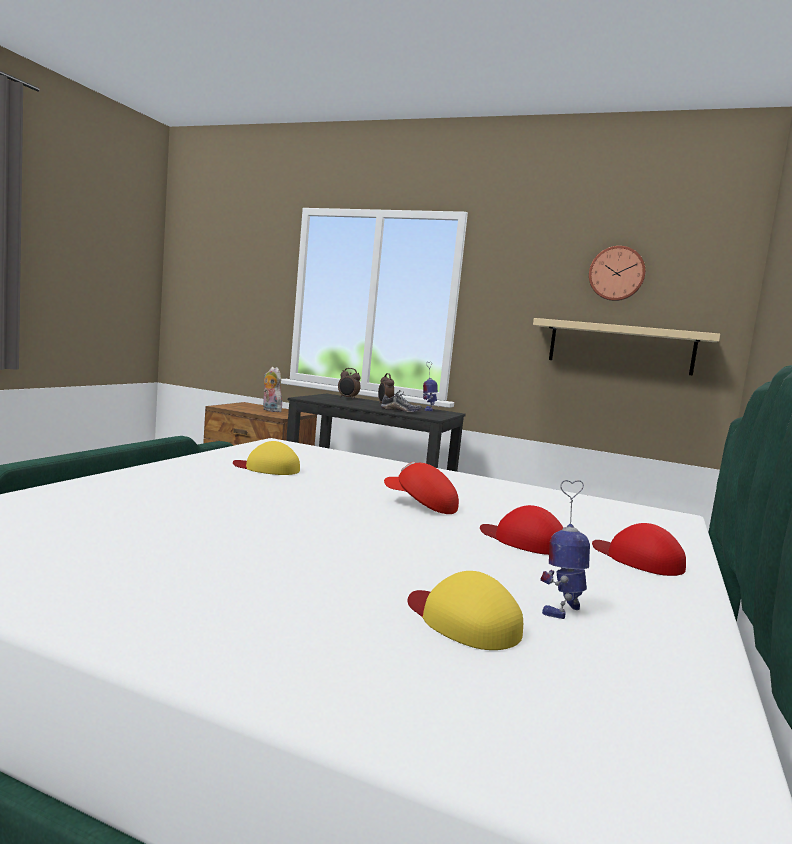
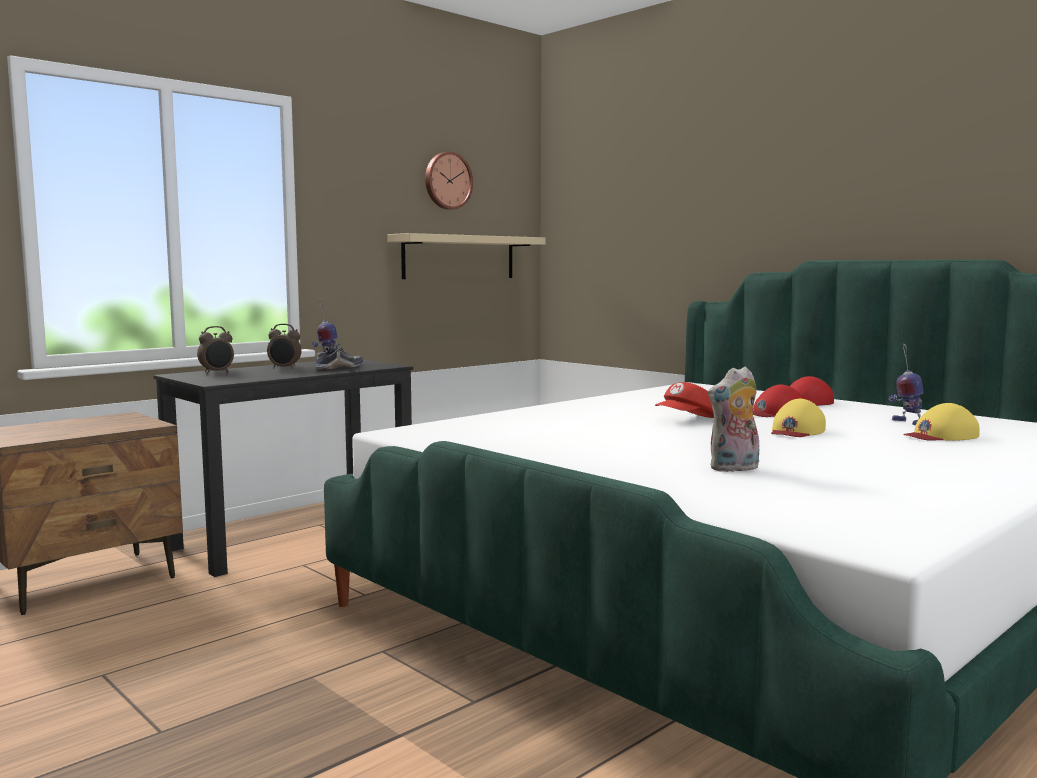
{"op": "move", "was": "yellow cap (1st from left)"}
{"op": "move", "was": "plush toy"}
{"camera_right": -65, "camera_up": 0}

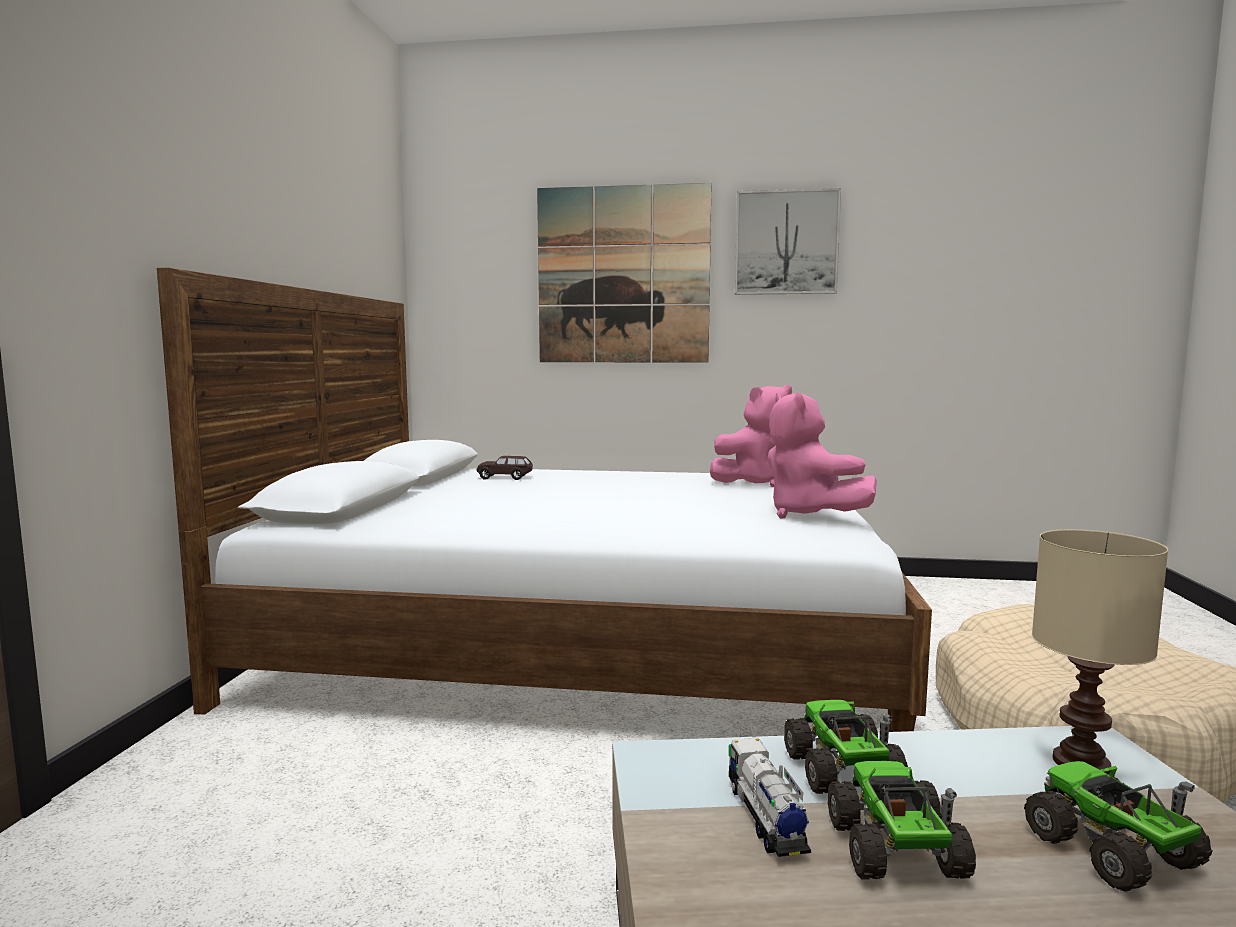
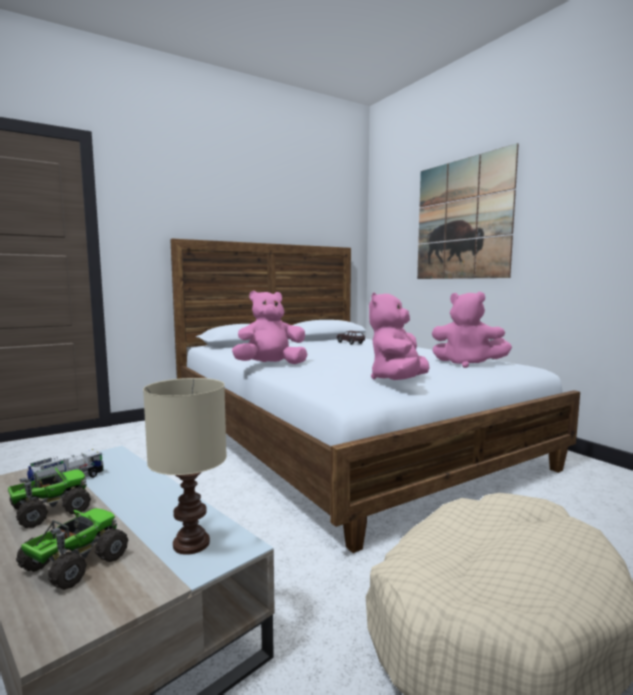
{"op": "delete", "was": "picture (2nd from left)"}
{"op": "delete", "was": "toy truck (2nd from left)"}
{"op": "insert", "now": "pink plush toy (1st from left)"}
{"camera_right": 50, "camera_up": 0}

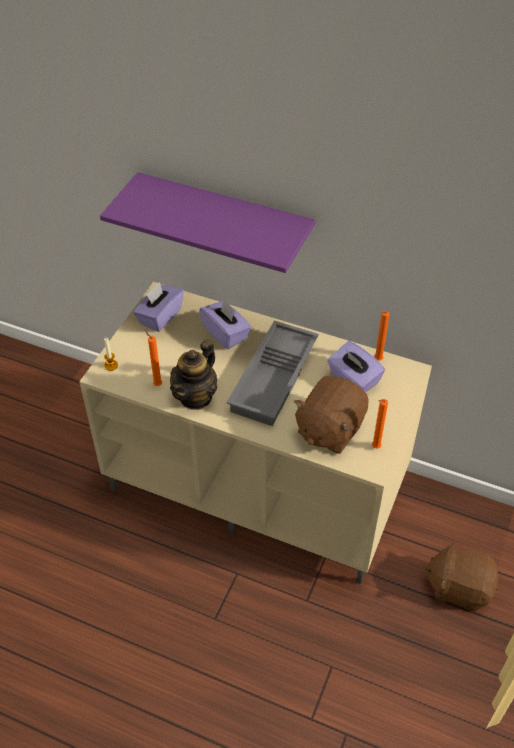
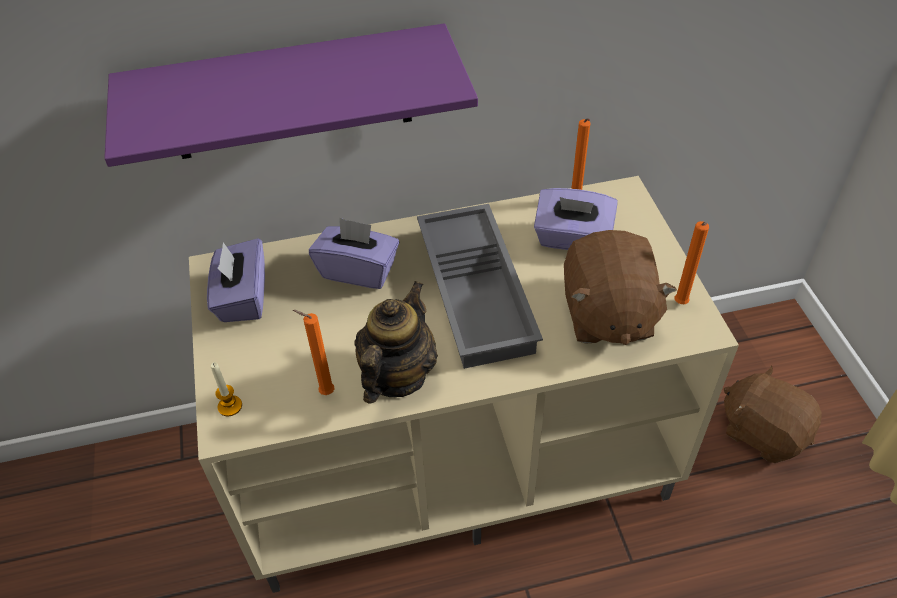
{"op": "rotate", "was": "teapot", "clockwise": -150}
{"op": "rotate", "was": "brown plush toy (2nd from left)", "clockwise": 60}
{"camera_right": -35, "camera_up": 0}

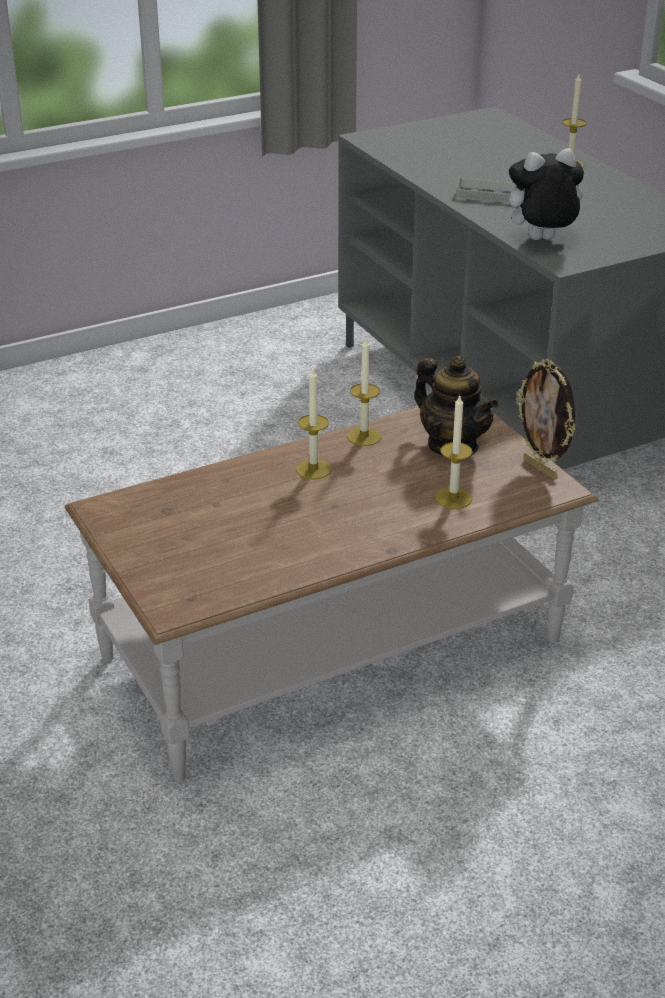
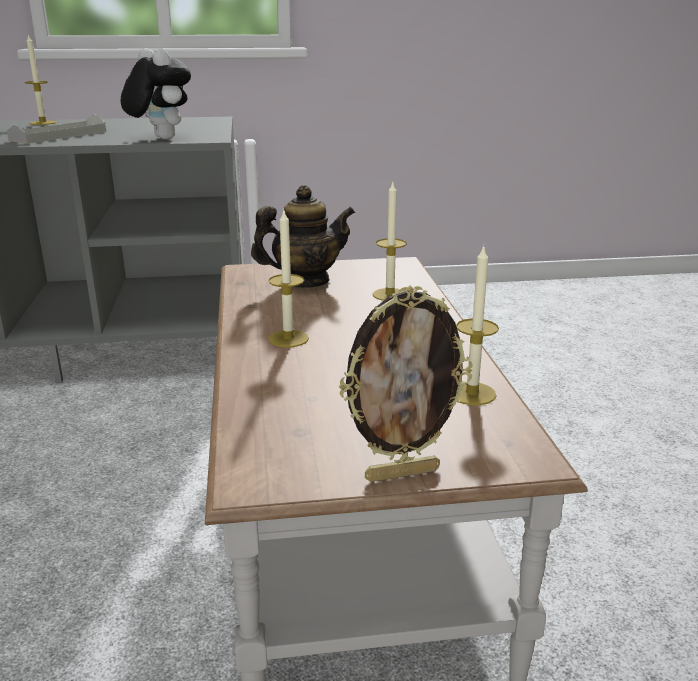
{"op": "move", "was": "candle (2nd from left in the first image)", "now": "candle (4th from left)"}
{"op": "rotate", "was": "plush toy", "clockwise": 135}
{"op": "move", "was": "picture frame"}
{"camera_right": -70, "camera_up": -10}

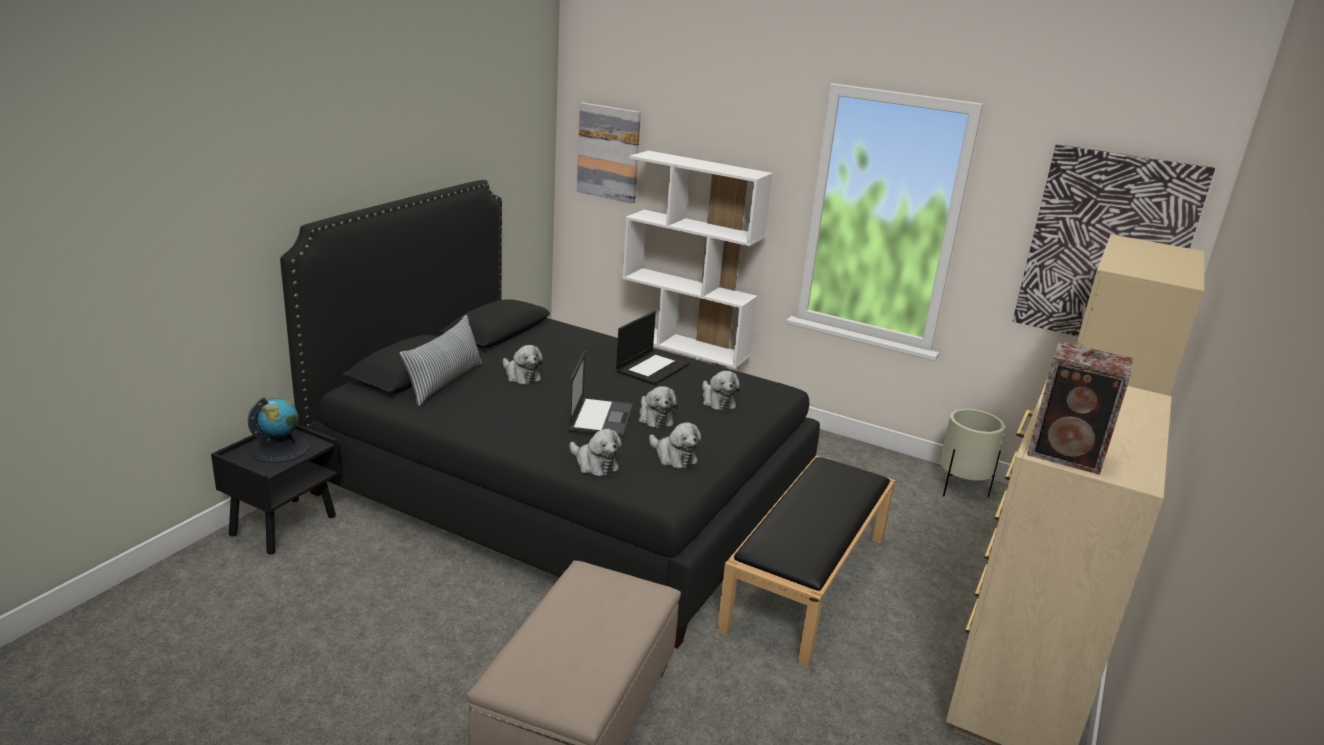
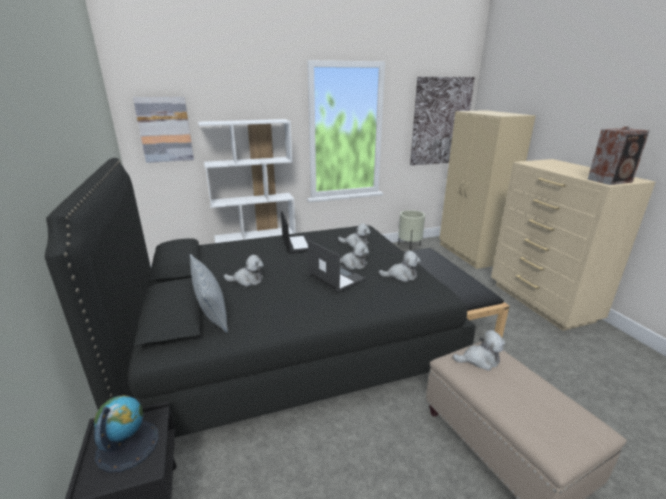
{"op": "move", "was": "plush toy (2nd from left in the first image)", "now": "plush toy (5th from left)"}
{"camera_right": -45, "camera_up": 0}

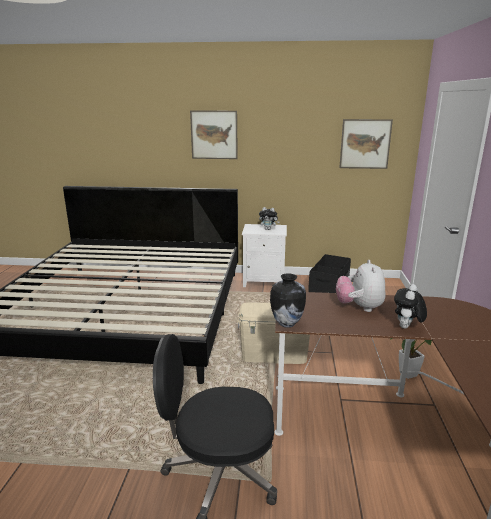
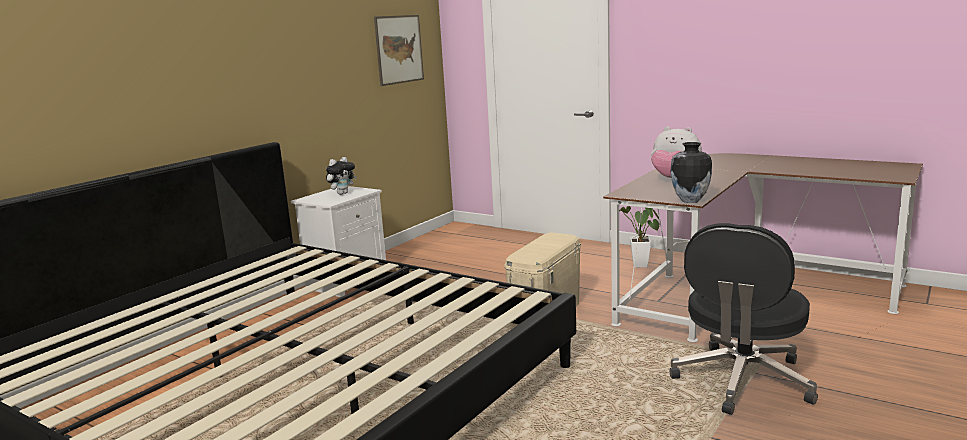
{"op": "delete", "was": "picture (1st from left)"}
{"op": "delete", "was": "black storage box"}
{"op": "delete", "was": "plush toy (3rd from left)"}
{"camera_right": -60, "camera_up": -5}

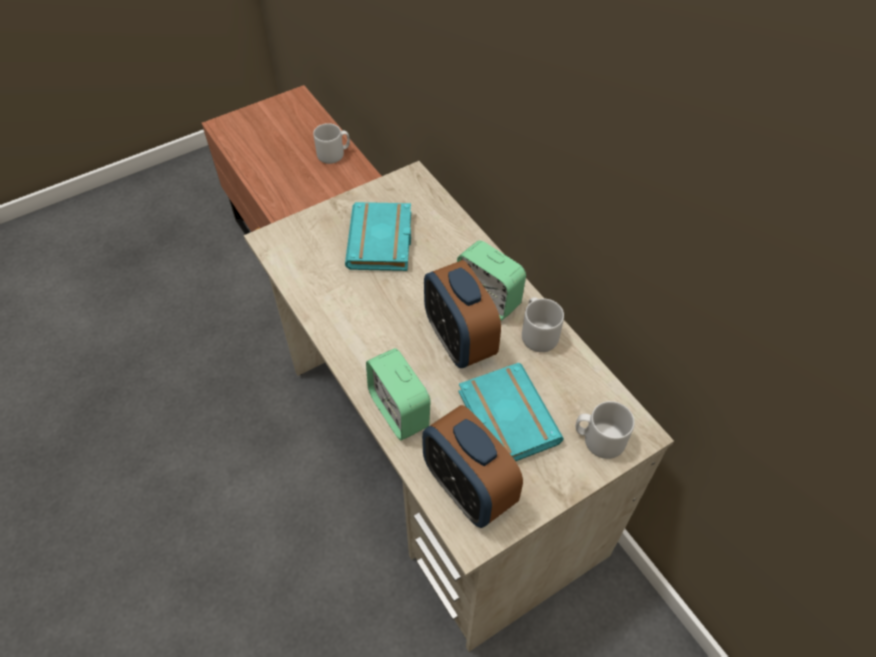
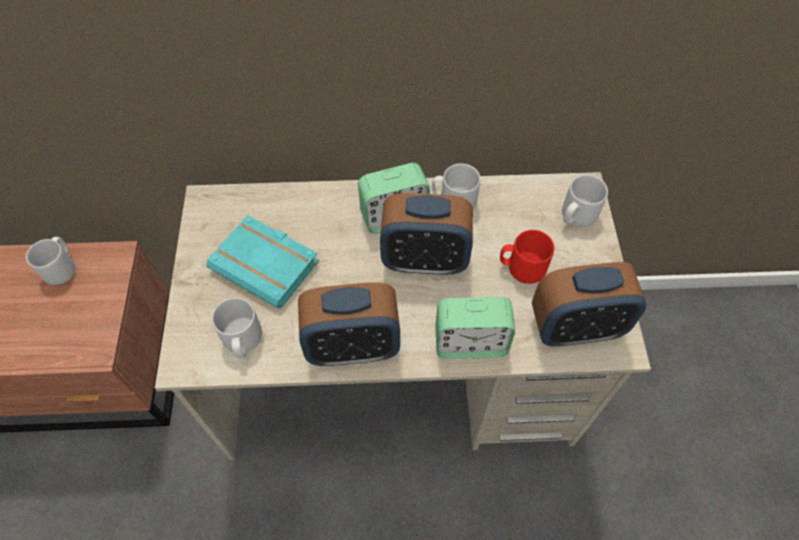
{"op": "replace", "was": "turquoise book (2nd from left)", "now": "red mug"}
{"op": "insert", "now": "grey mug (2nd from left)"}
{"op": "insert", "now": "alarm clock (1st from left)"}
{"camera_right": -60, "camera_up": 5}

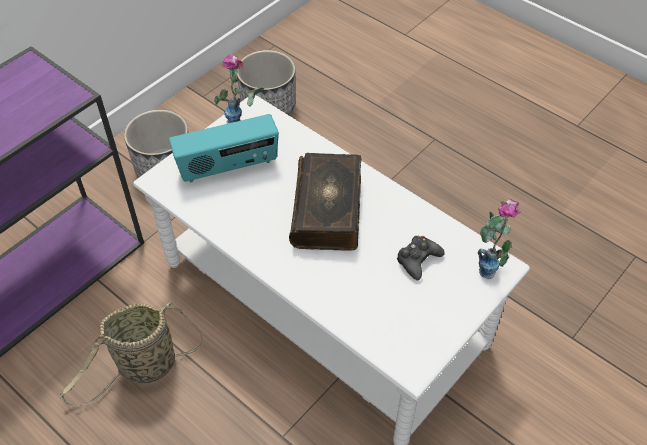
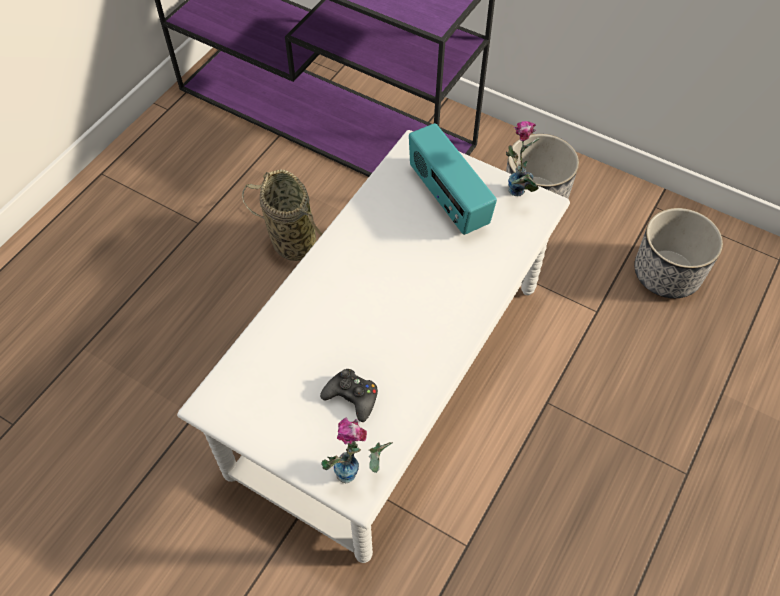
{"op": "delete", "was": "book"}
{"camera_right": 80, "camera_up": 5}

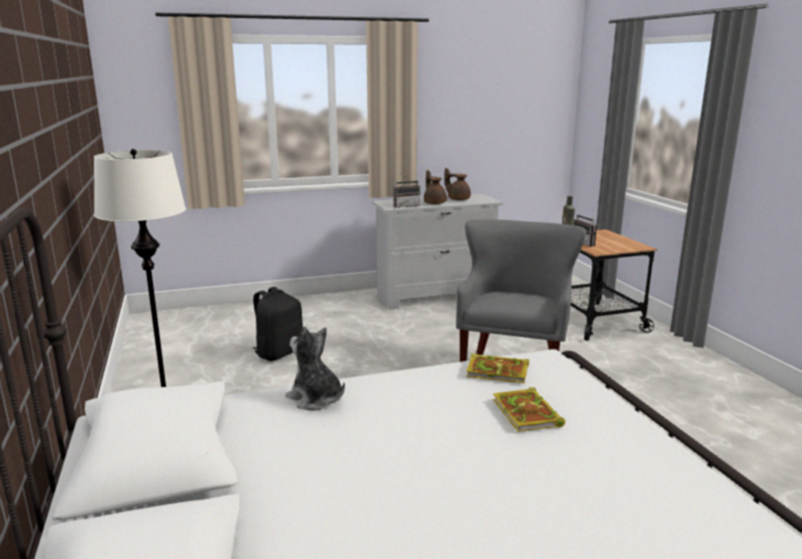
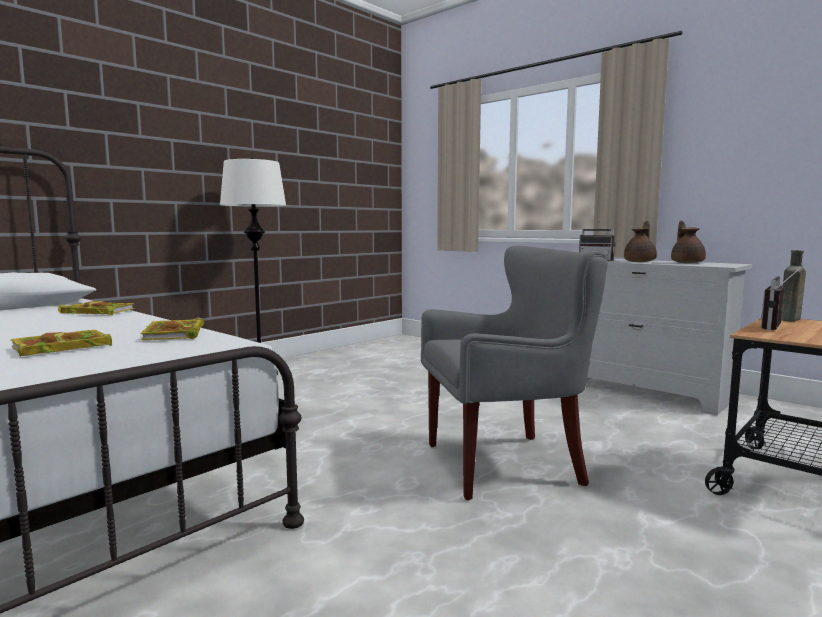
{"op": "delete", "was": "black backpack"}
{"op": "replace", "was": "plush toy", "now": "book (2nd from left)"}
{"camera_right": 60, "camera_up": -10}

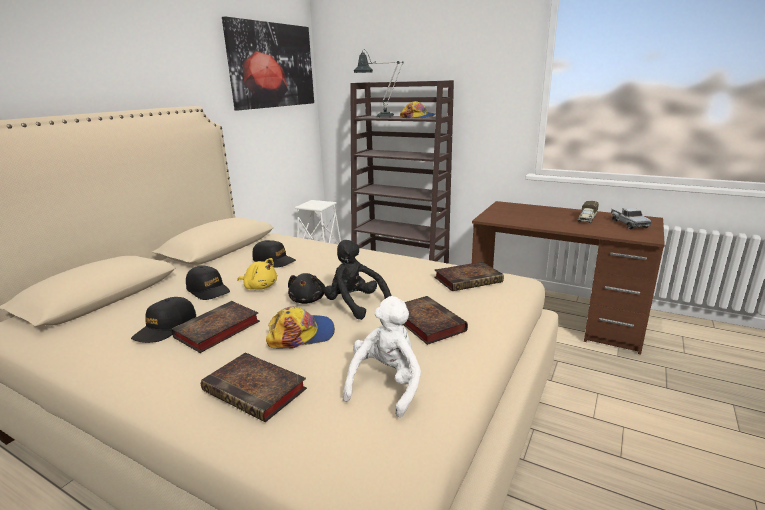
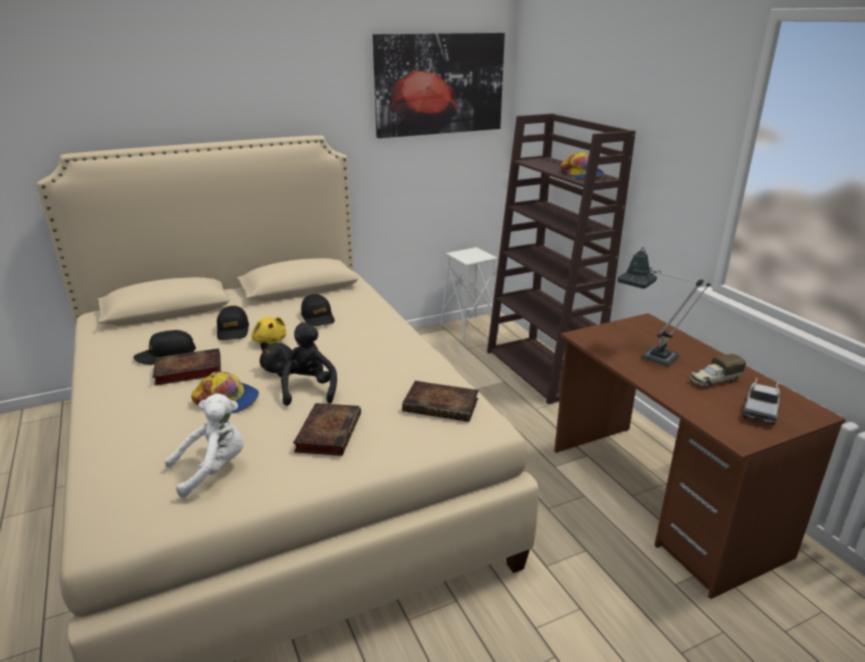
{"op": "delete", "was": "book (2nd from left)"}
{"op": "move", "was": "table lamp"}
{"camera_right": 35, "camera_up": 5}

